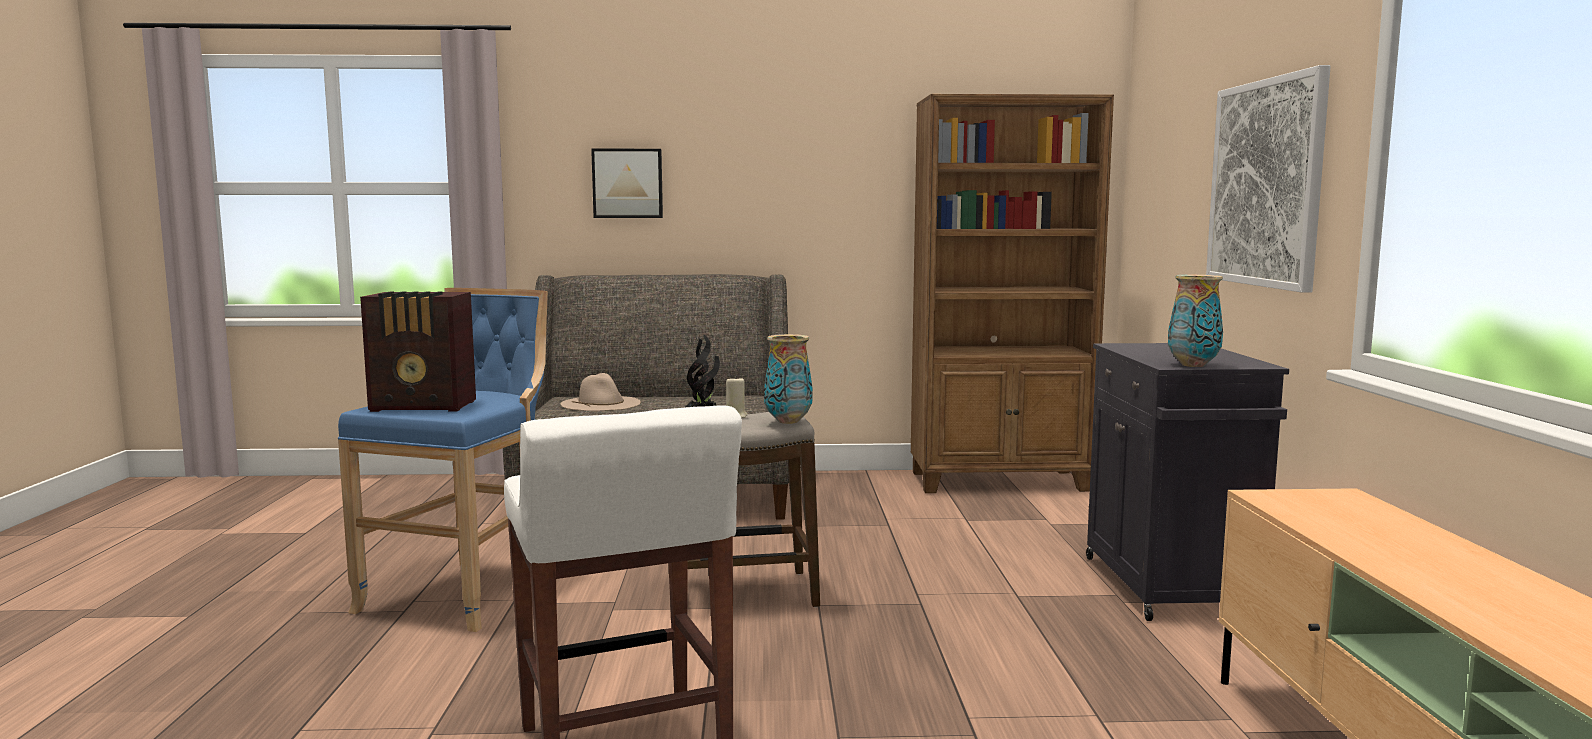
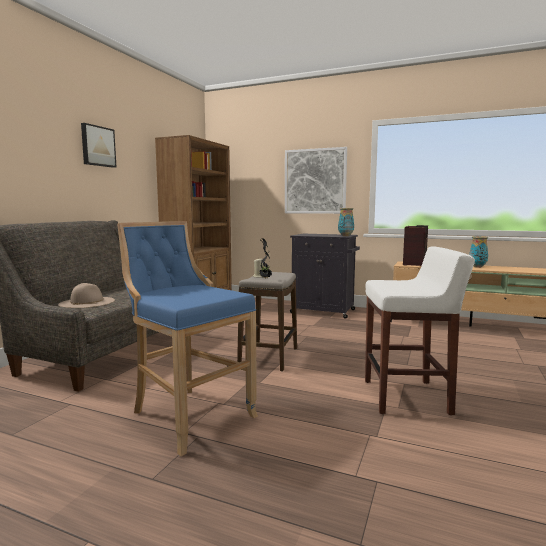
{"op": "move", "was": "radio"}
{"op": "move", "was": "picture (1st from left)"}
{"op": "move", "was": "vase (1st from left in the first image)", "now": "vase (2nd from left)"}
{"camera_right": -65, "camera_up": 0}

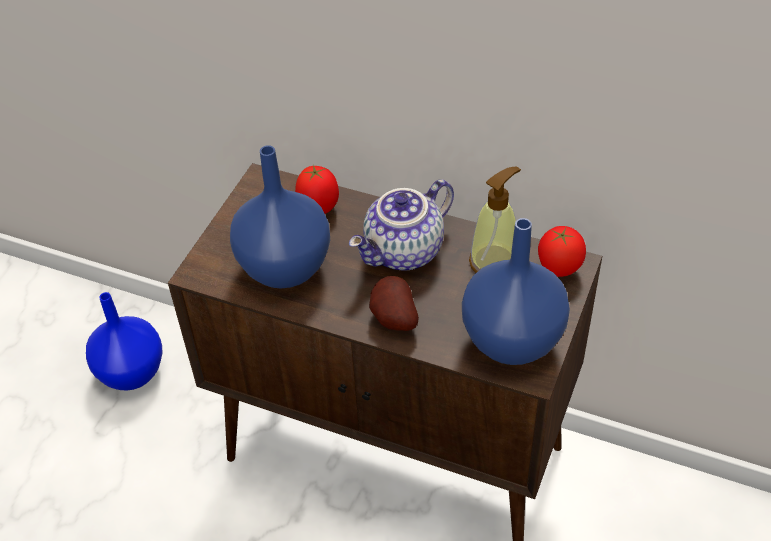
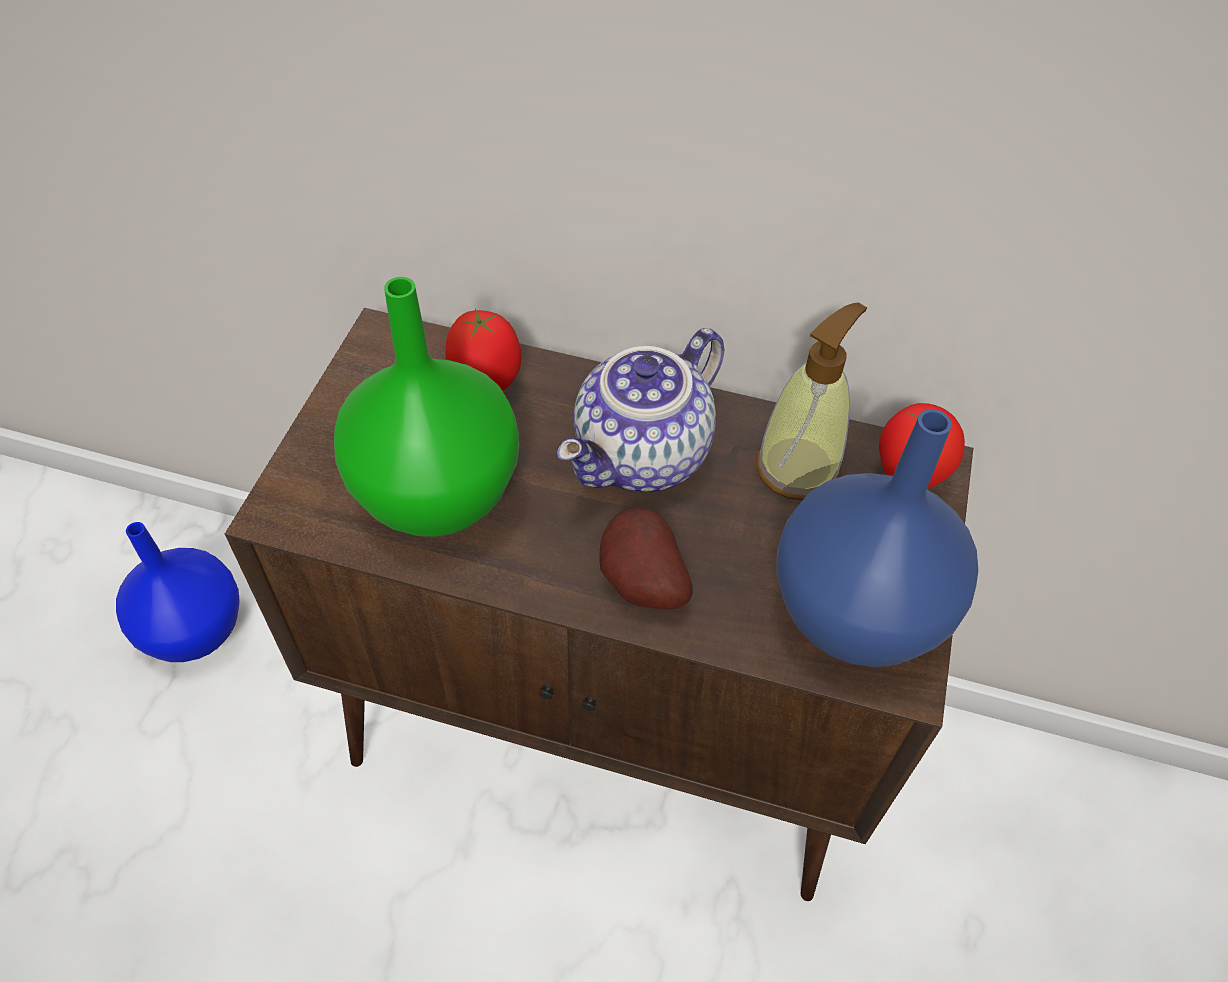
{"op": "recolor", "was": "blue vase (2nd from left)", "now": "green vase"}
{"camera_right": -10, "camera_up": 5}

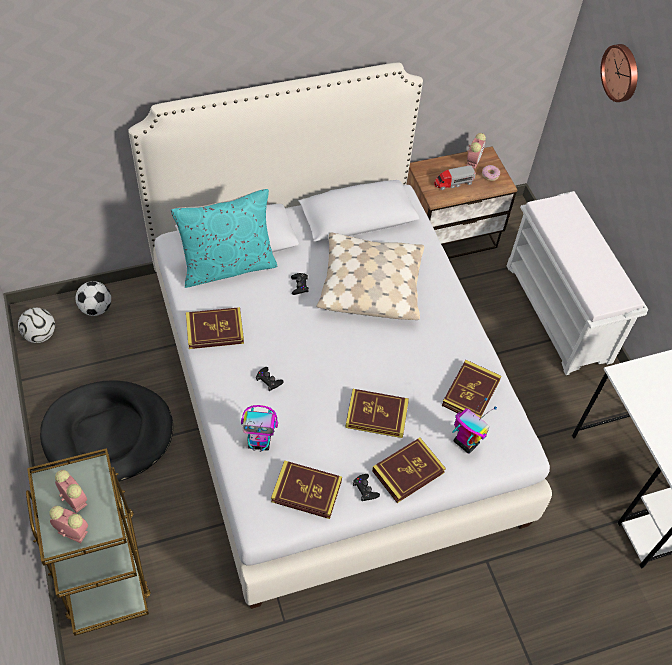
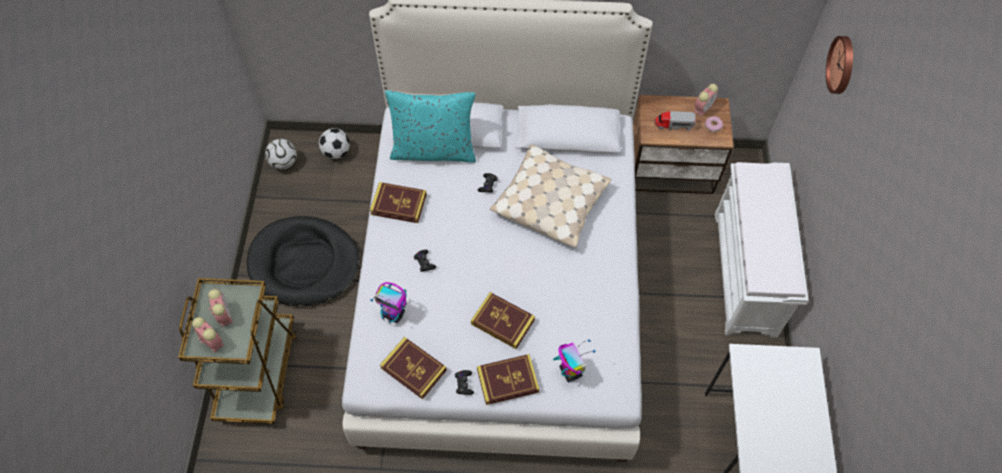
{"op": "delete", "was": "book (5th from left)"}
{"camera_right": 25, "camera_up": 5}

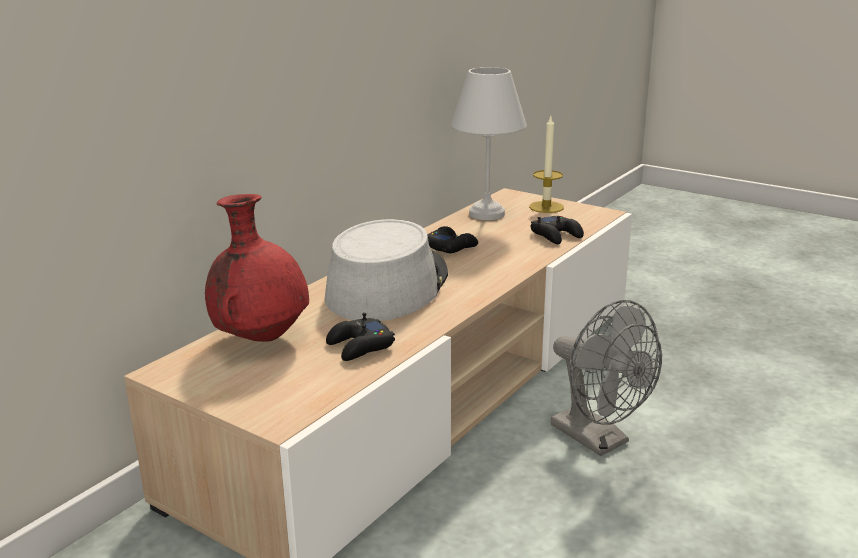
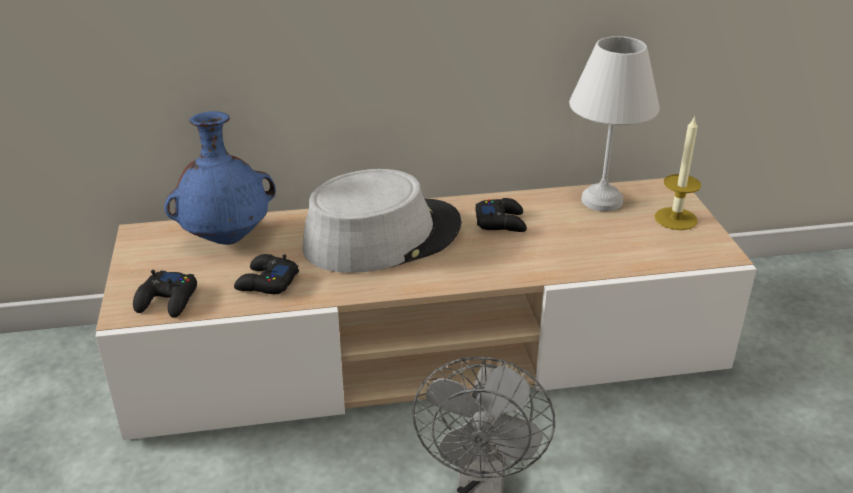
{"op": "recolor", "was": "red vase", "now": "blue vase"}
{"op": "move", "was": "black game controller (3rd from left in the first image)", "now": "black game controller (1st from left)"}
{"camera_right": 45, "camera_up": 10}

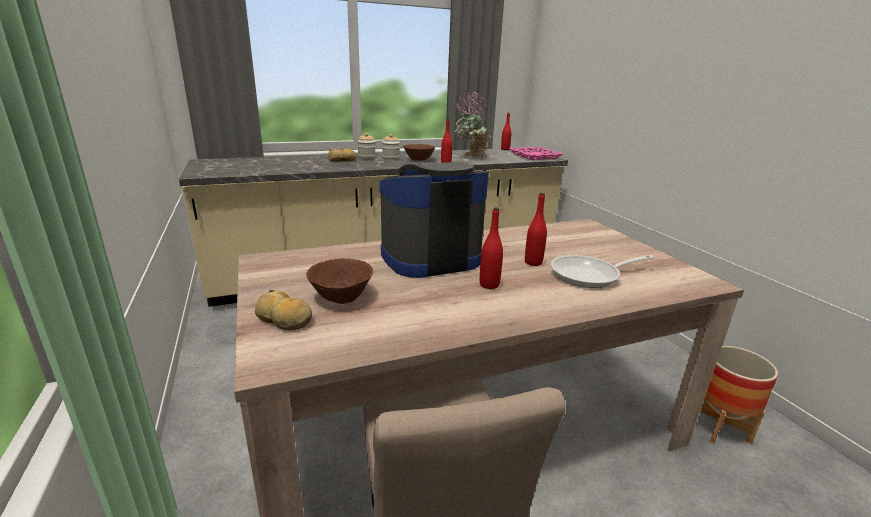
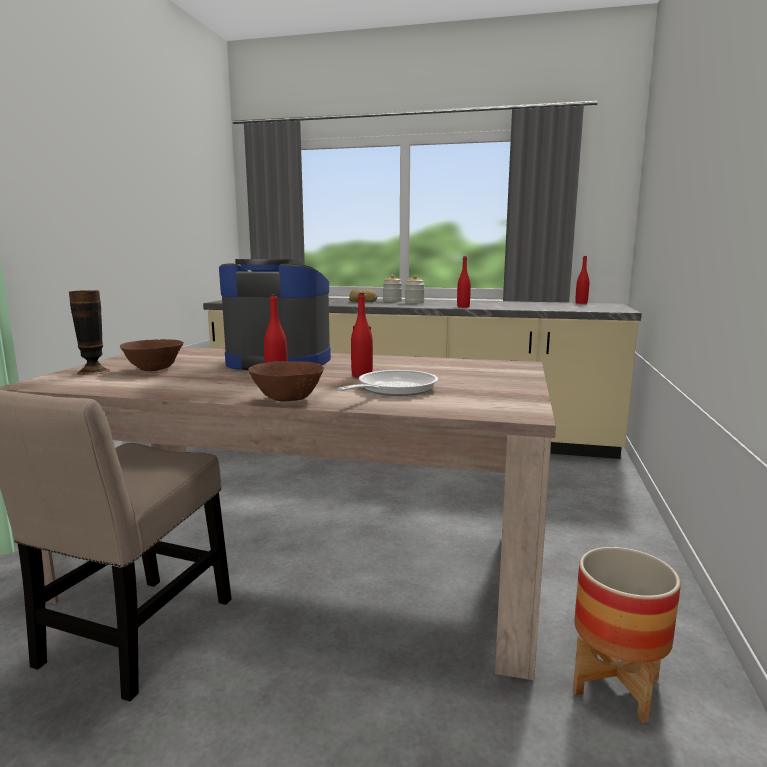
{"op": "replace", "was": "bread (1st from left)", "now": "vase"}
{"op": "move", "was": "brown bowl (2nd from left)"}
{"op": "delete", "was": "potted plant"}
{"op": "delete", "was": "pink tray"}
{"op": "rotate", "was": "frying pan", "clockwise": 105}
{"camera_right": 35, "camera_up": -10}

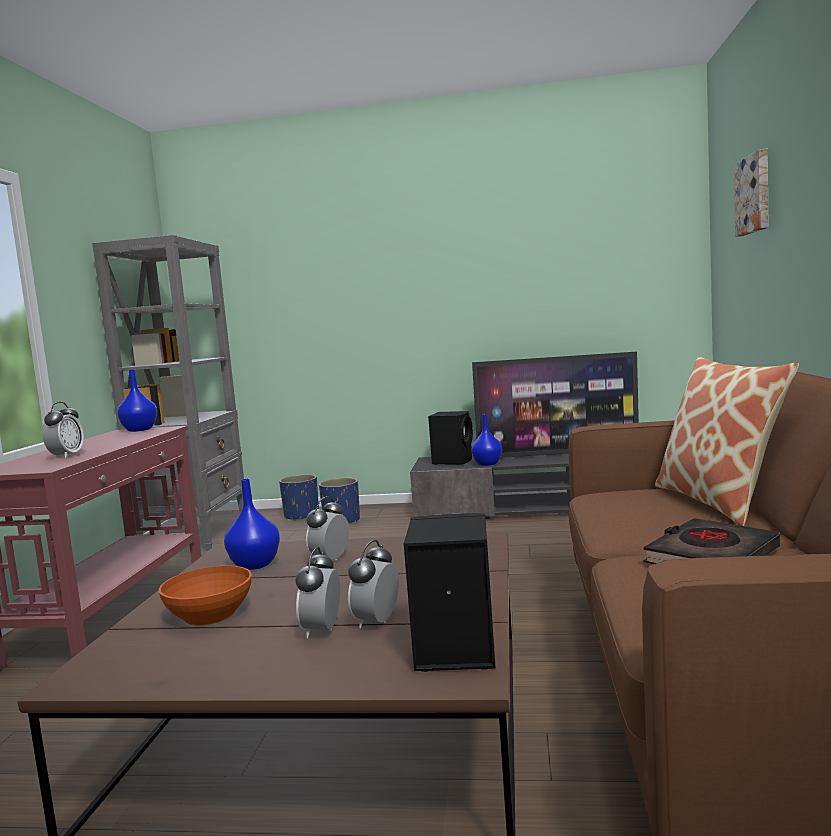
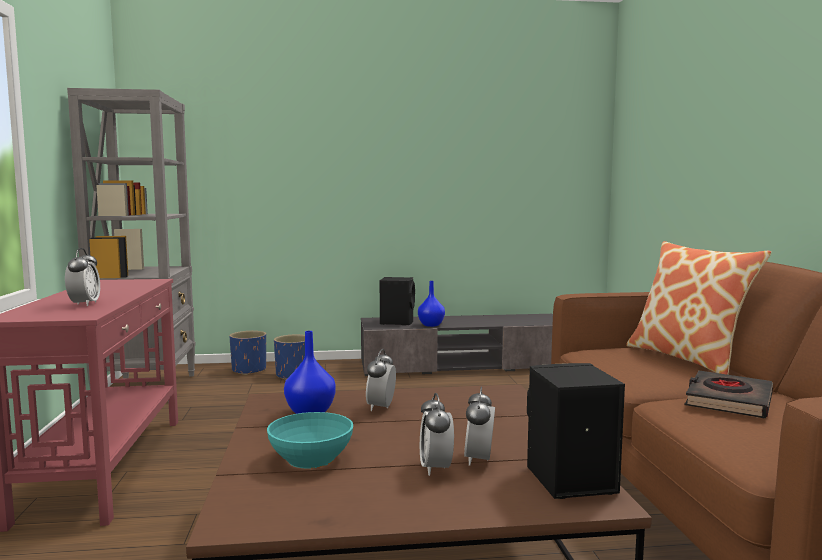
{"op": "delete", "was": "blue vase (1st from left)"}
{"op": "recolor", "was": "orange bowl", "now": "turquoise bowl"}
{"op": "delete", "was": "television"}
{"op": "delete", "was": "picture"}
{"camera_right": -15, "camera_up": 0}

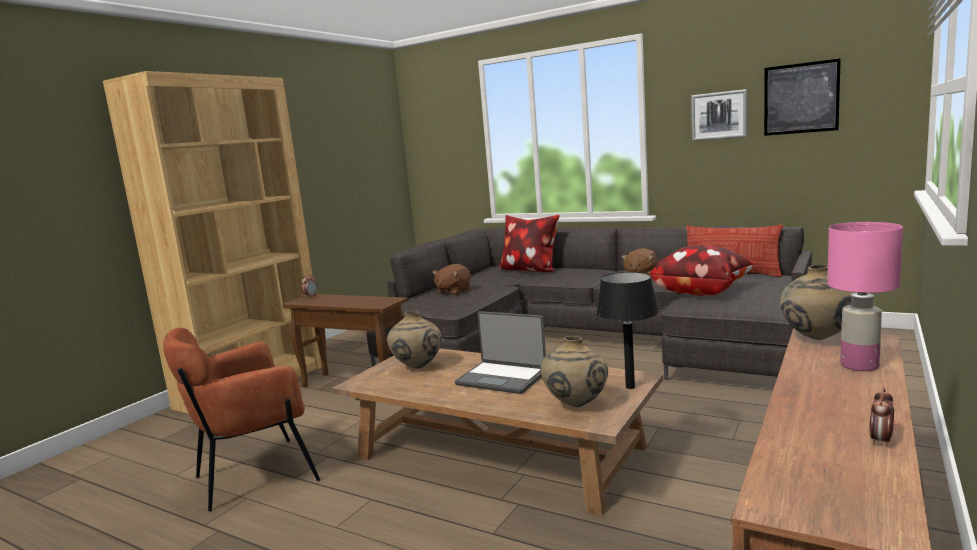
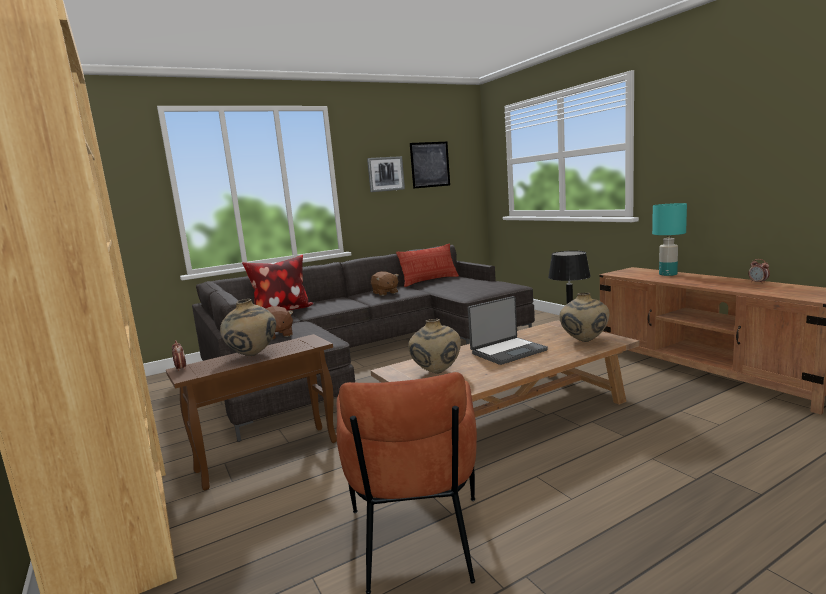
{"op": "delete", "was": "pillow (2nd from left)"}
{"op": "move", "was": "beige vase (3rd from left in the first image)", "now": "beige vase (1st from left)"}
{"op": "recolor", "was": "pink table lamp", "now": "turquoise table lamp"}
{"camera_right": -60, "camera_up": 0}

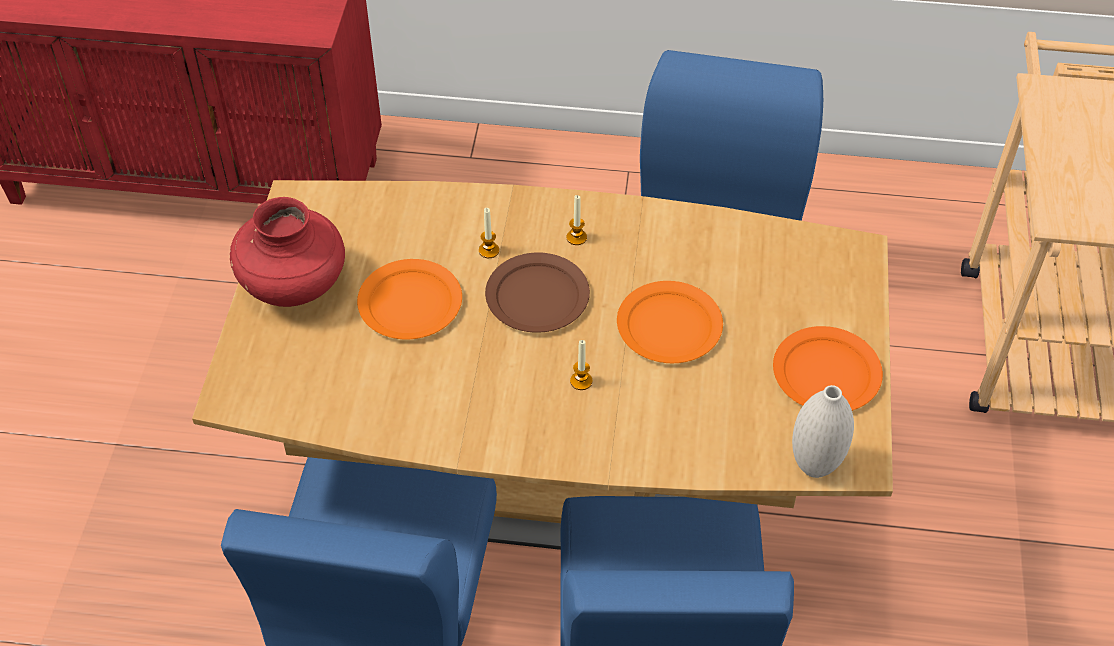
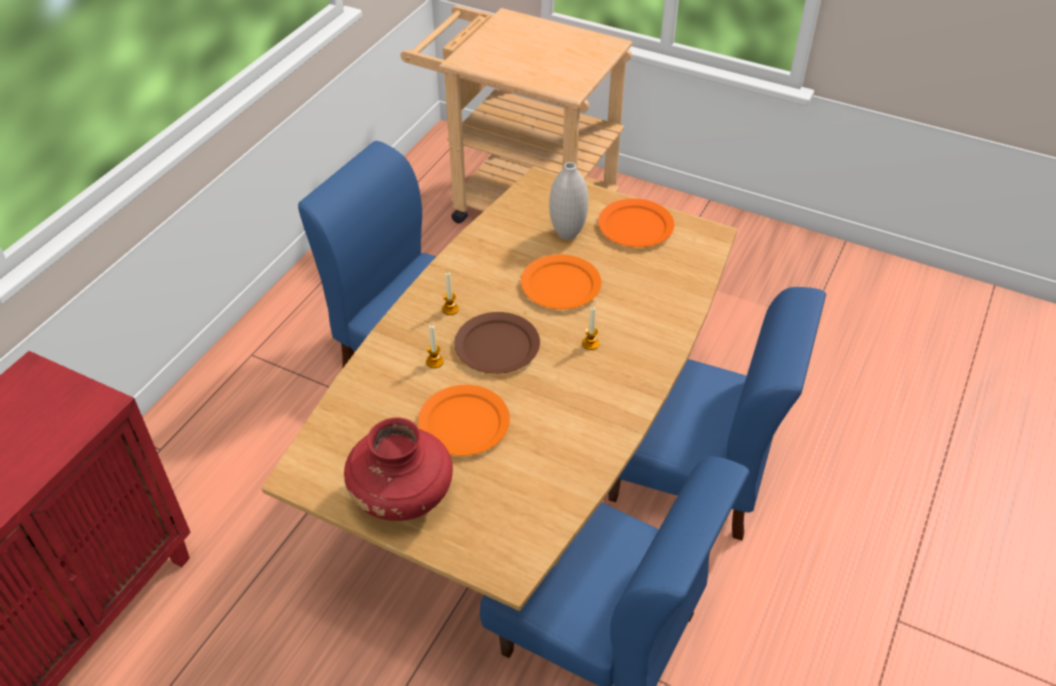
{"op": "move", "was": "white vase"}
{"camera_right": -70, "camera_up": -5}

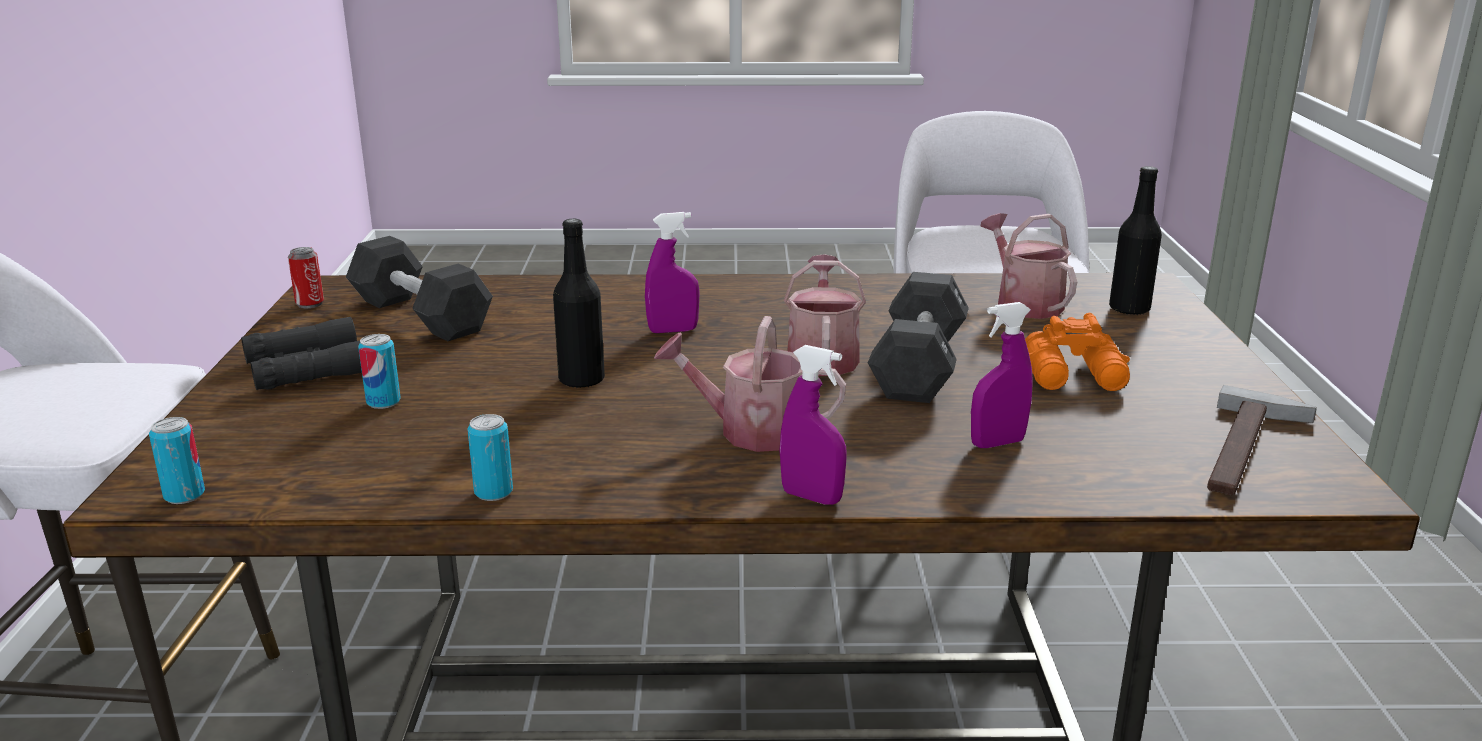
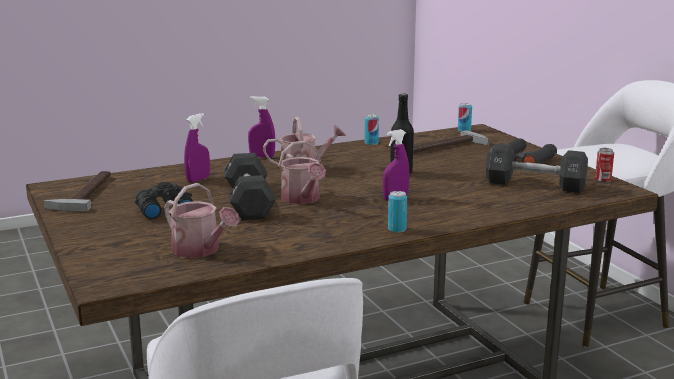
{"op": "move", "was": "can (3rd from left in the first image)", "now": "can (2nd from left)"}
{"op": "recolor", "was": "orange binoculars", "now": "black binoculars (1st from left)"}
{"op": "delete", "was": "black bottle (2nd from left)"}
{"op": "insert", "now": "hammer (2nd from left)"}
{"camera_right": 155, "camera_up": -5}

